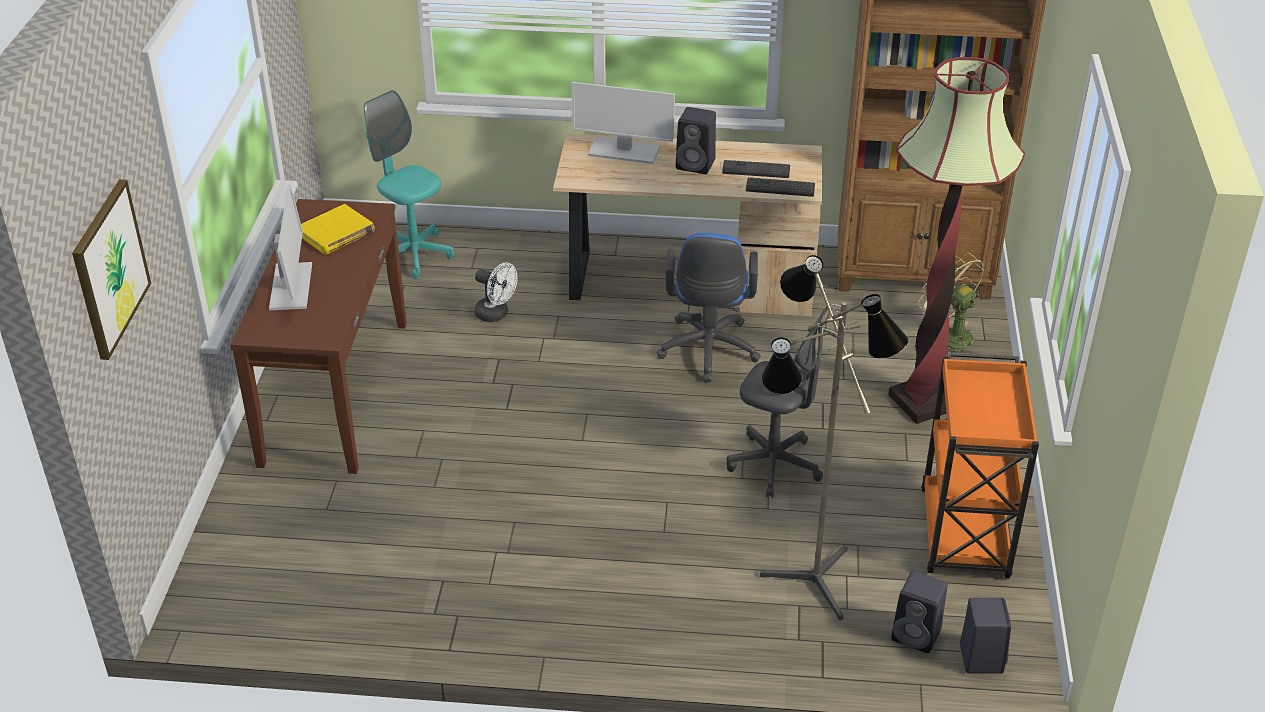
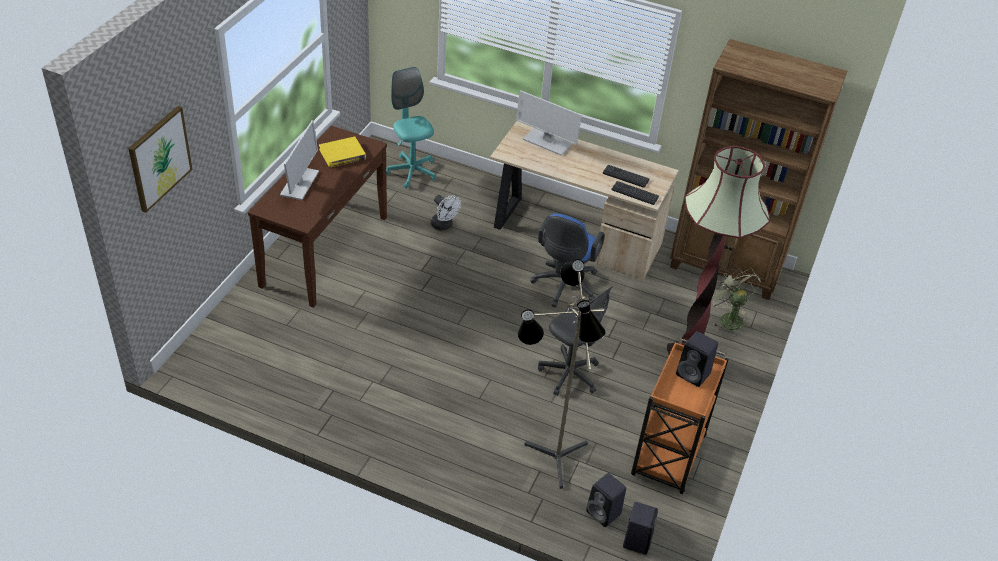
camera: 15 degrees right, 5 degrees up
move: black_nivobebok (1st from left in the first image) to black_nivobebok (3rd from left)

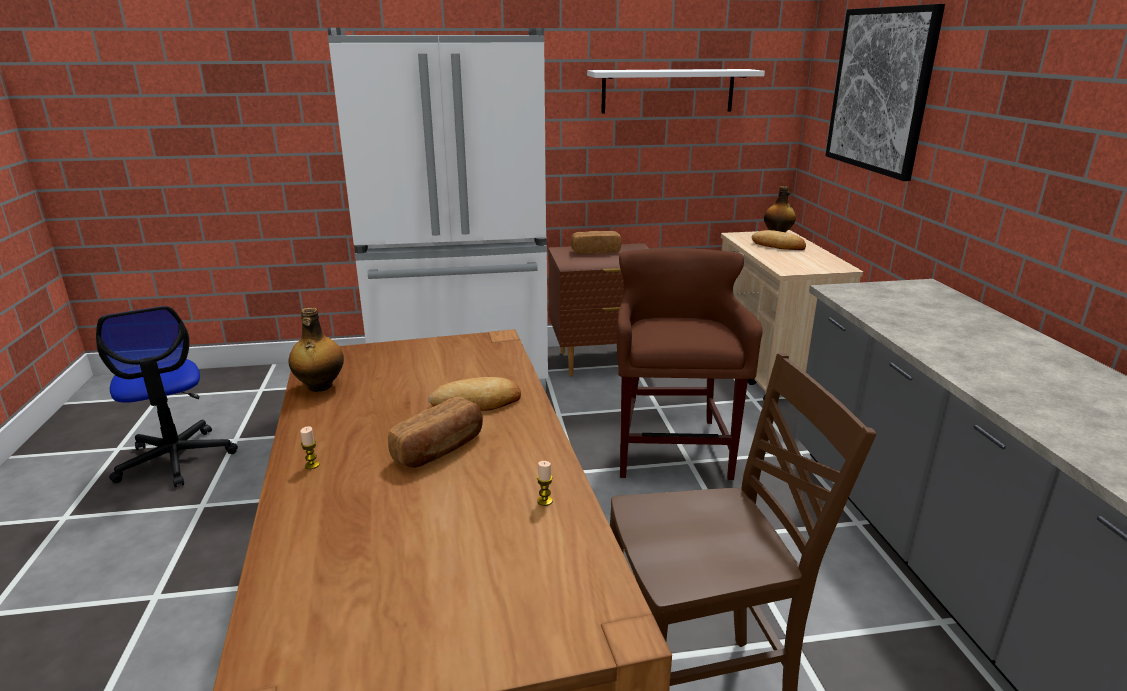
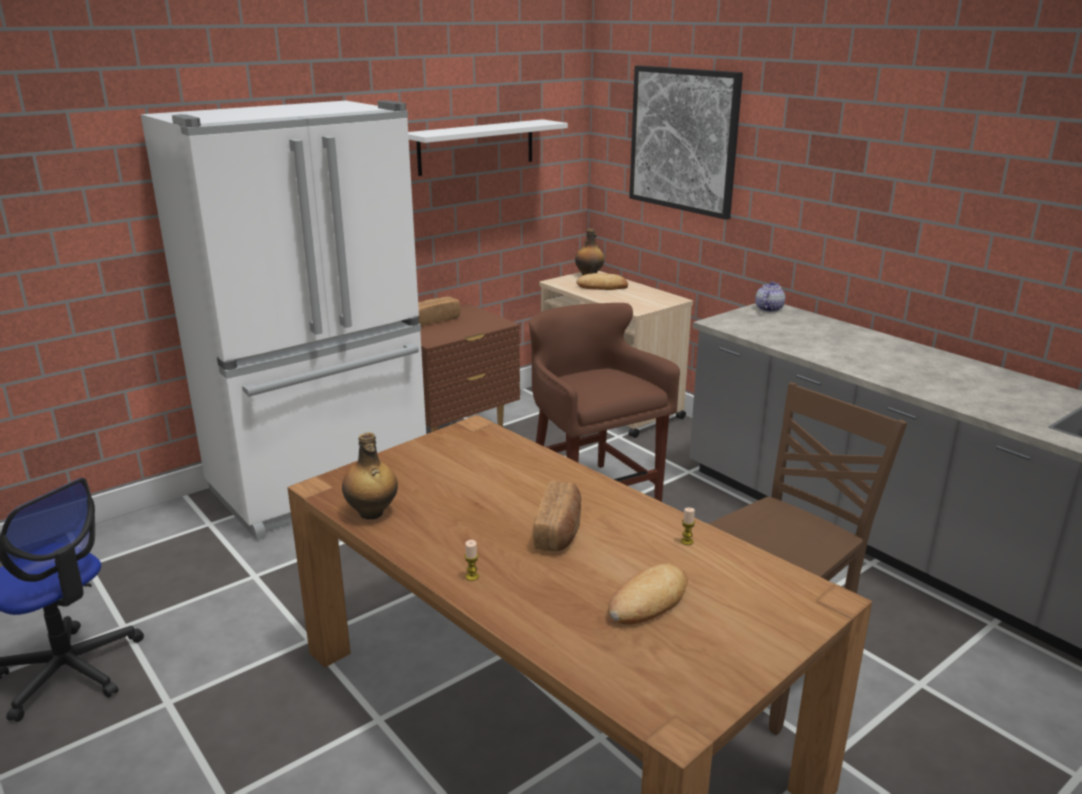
camera: 30 degrees left, 0 degrees up
insert: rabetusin
move: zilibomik (2nd from left in the first image) to zilibomik (4th from left)

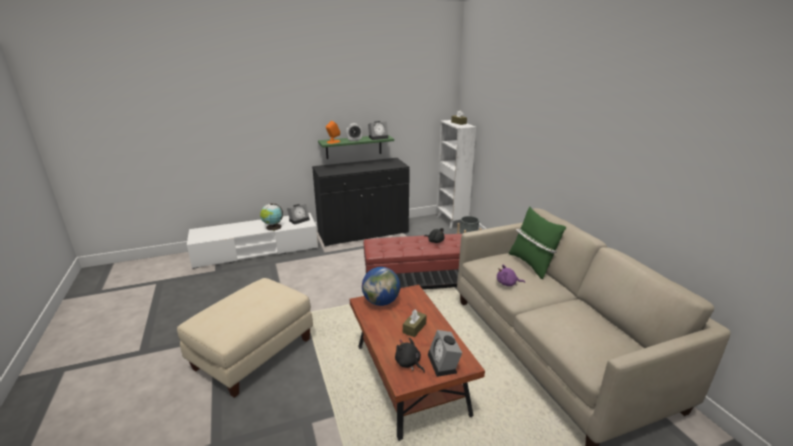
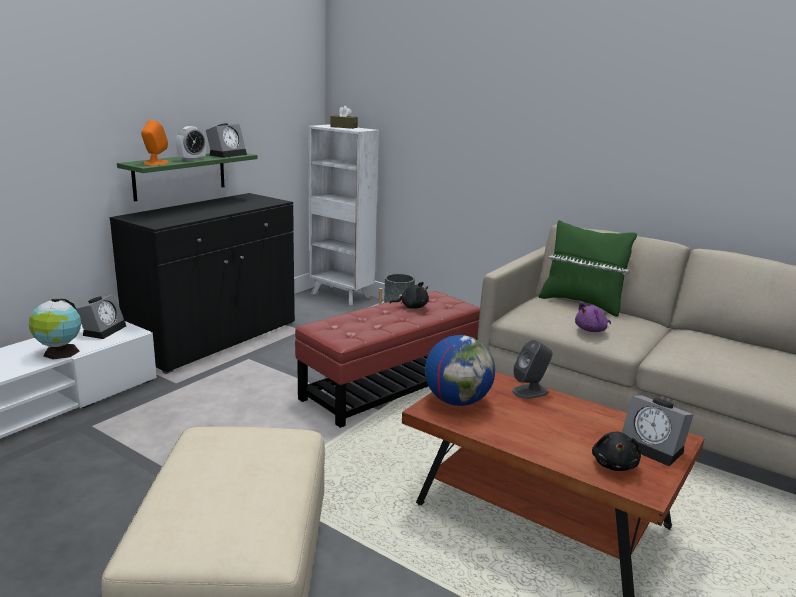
camera: 35 degrees left, 5 degrees down
delete: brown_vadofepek (1st from left)
insert: grey_nivobebok
rotate: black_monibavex (1st from left in the first image) 90 degrees counterclockwise

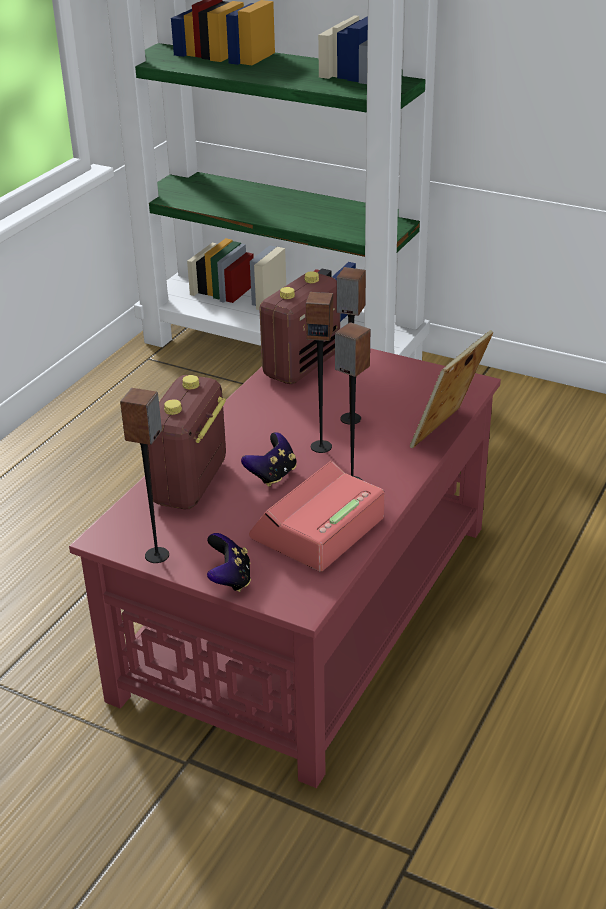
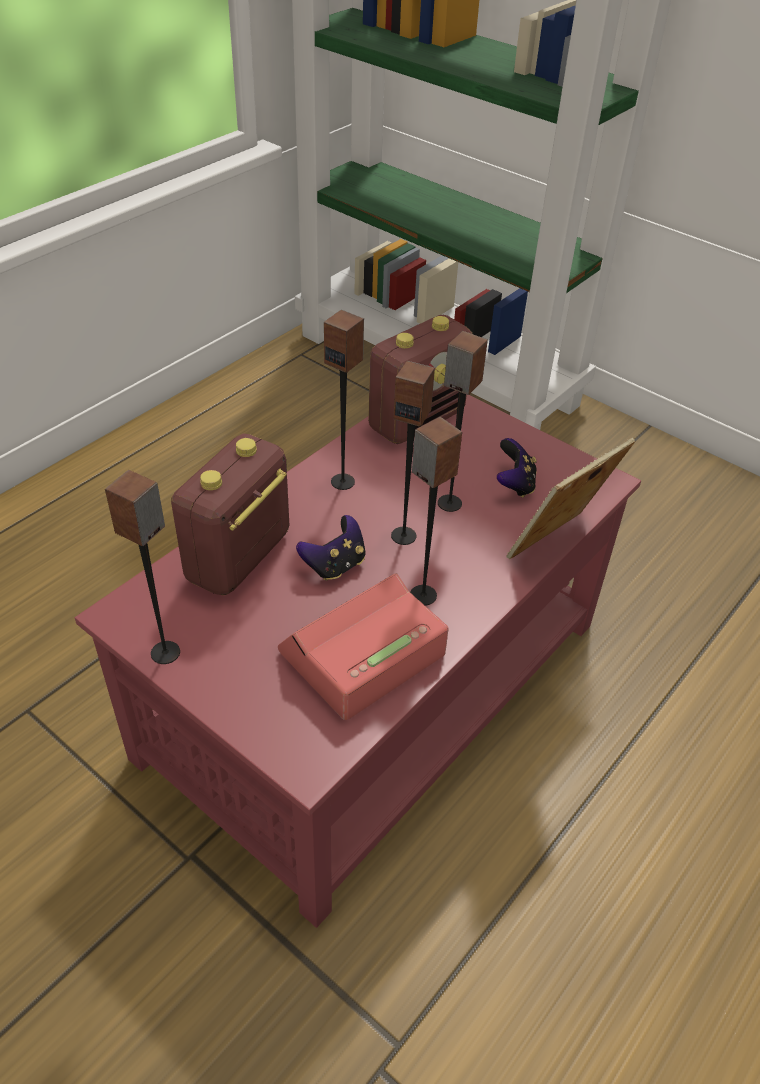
camera: 10 degrees right, 10 degrees up
insert: nivobebok (2nd from left)
move: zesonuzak (1st from left in the first image) to zesonuzak (2nd from left)

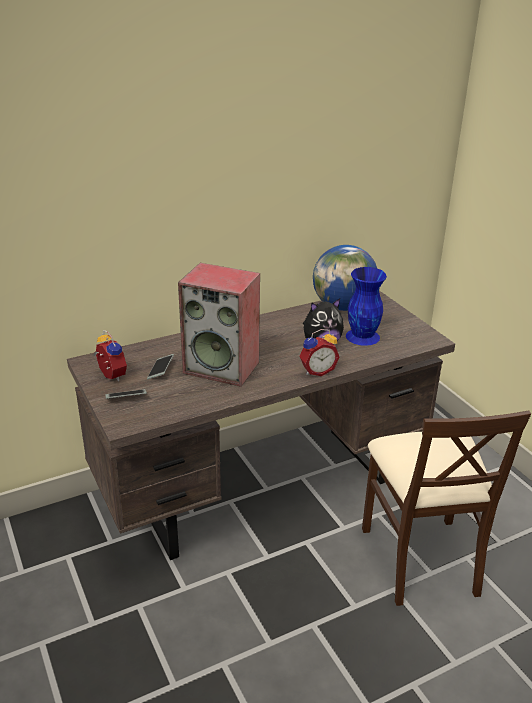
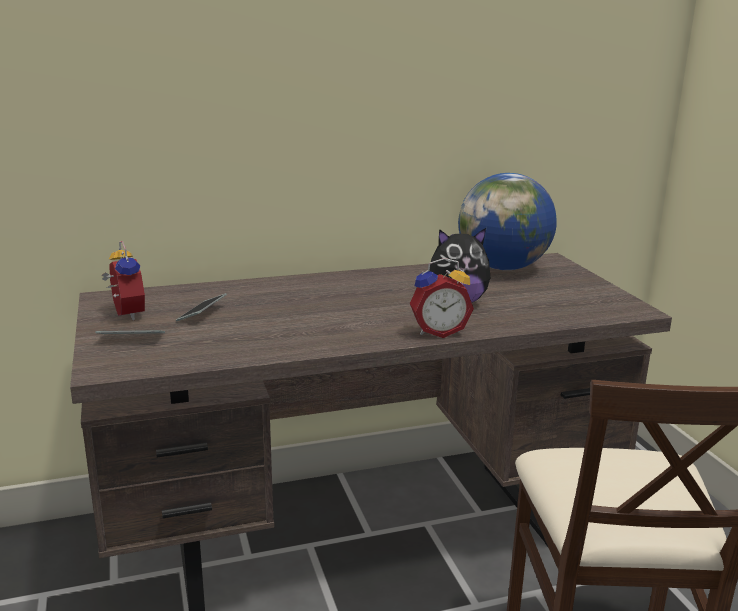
camera: 10 degrees right, 10 degrees down
delete: nivobebok; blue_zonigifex

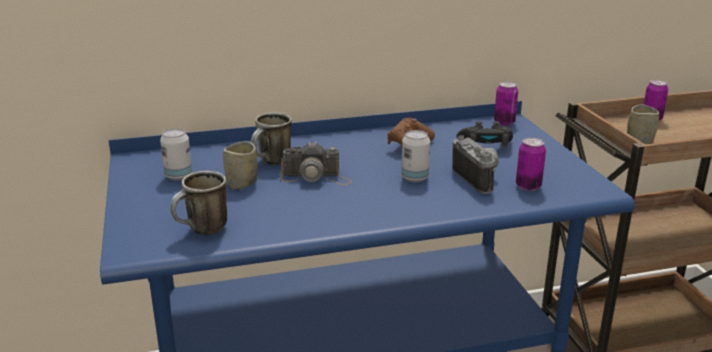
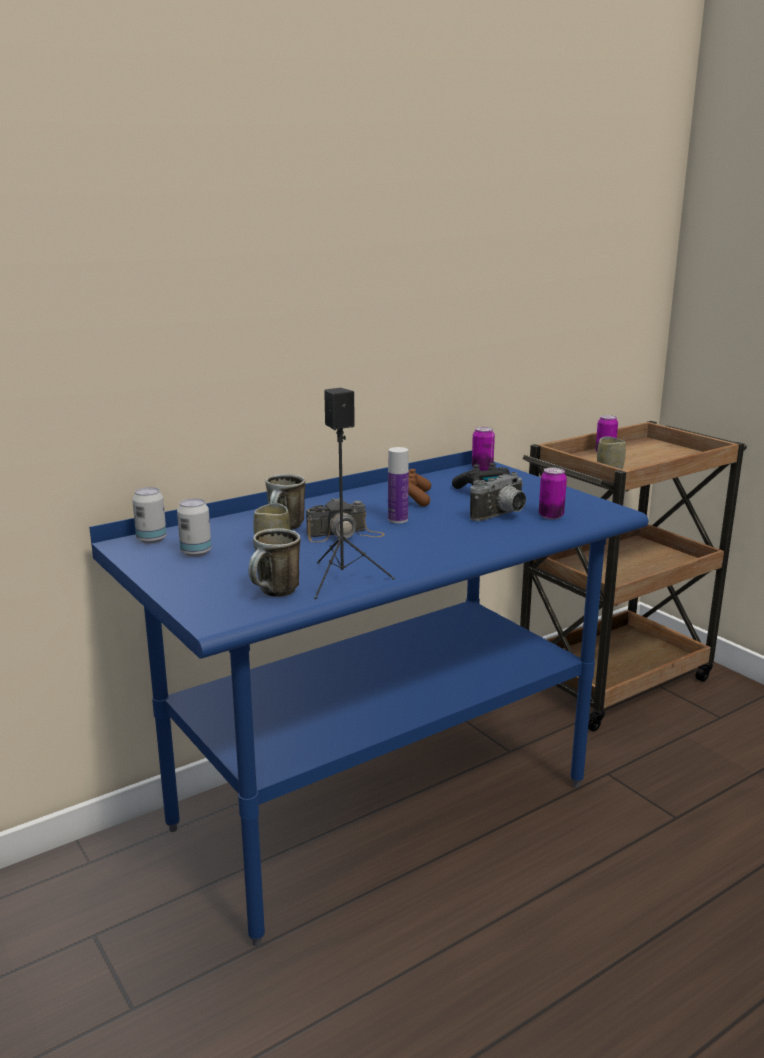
camera: 20 degrees left, 5 degrees down
insert: black_nivobebok; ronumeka
move: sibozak (2nd from left in the first image) to sibozak (1st from left)
rotate: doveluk (2nd from left) 90 degrees clockwise

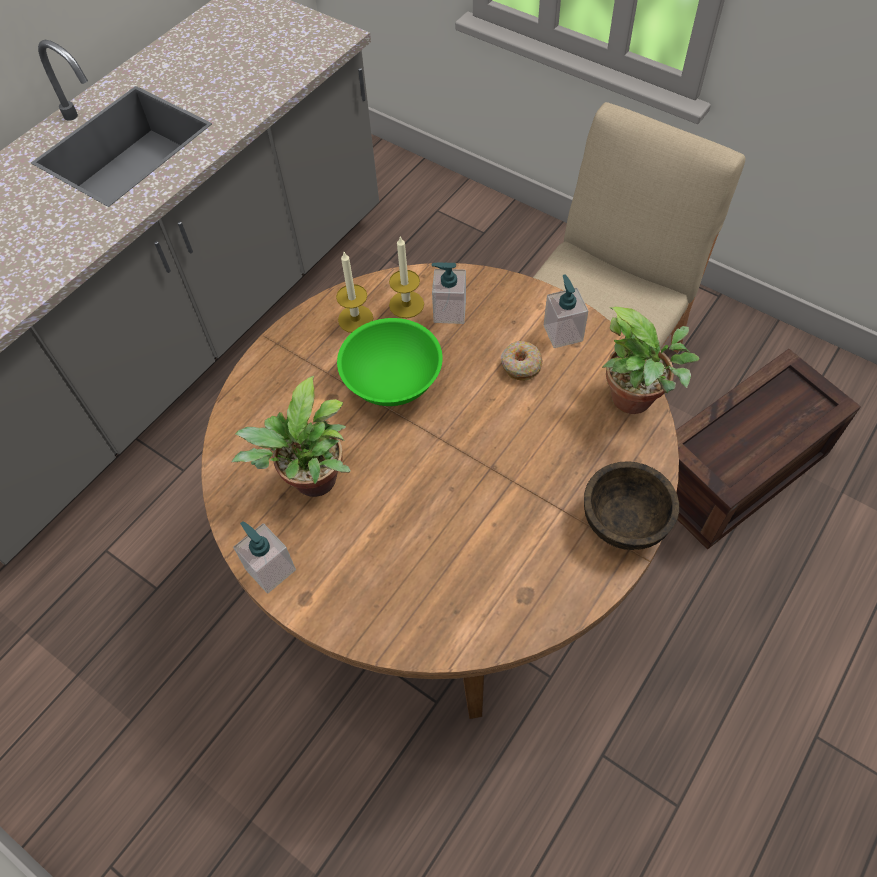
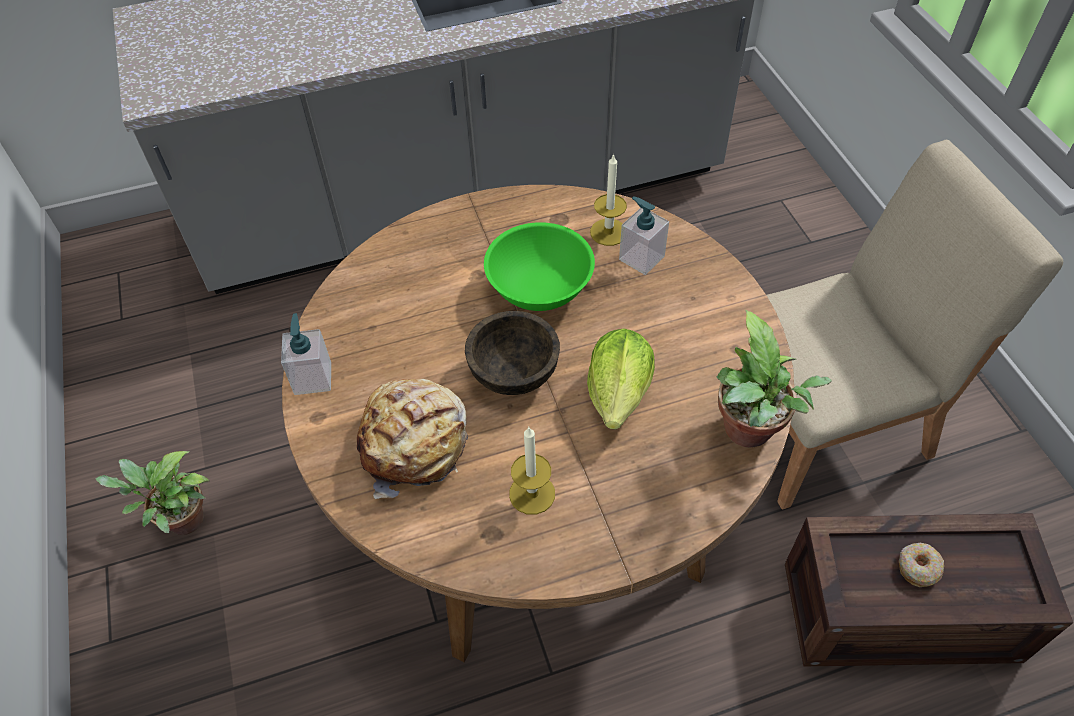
camera: 35 degrees right, 5 degrees down
delete: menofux (3rd from left)
insert: zilibomik; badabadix
move: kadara (1st from left); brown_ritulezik; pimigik (1st from left); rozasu

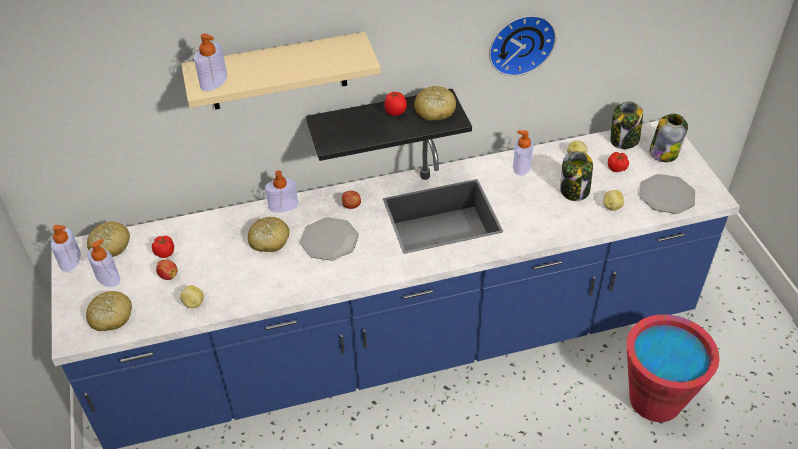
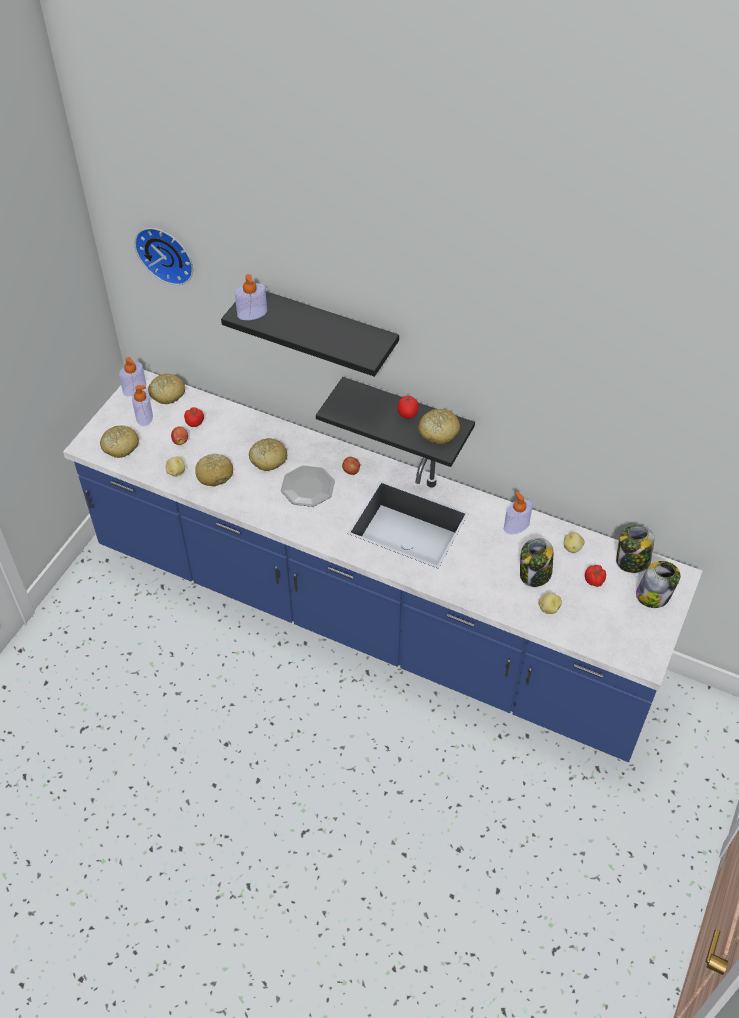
camera: 40 degrees right, 5 degrees up
delete: menofux (4th from left); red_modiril; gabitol (2nd from left)
insert: zilibomik (3rd from left)
move: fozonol
recolor: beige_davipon to black_davipon (1st from left)

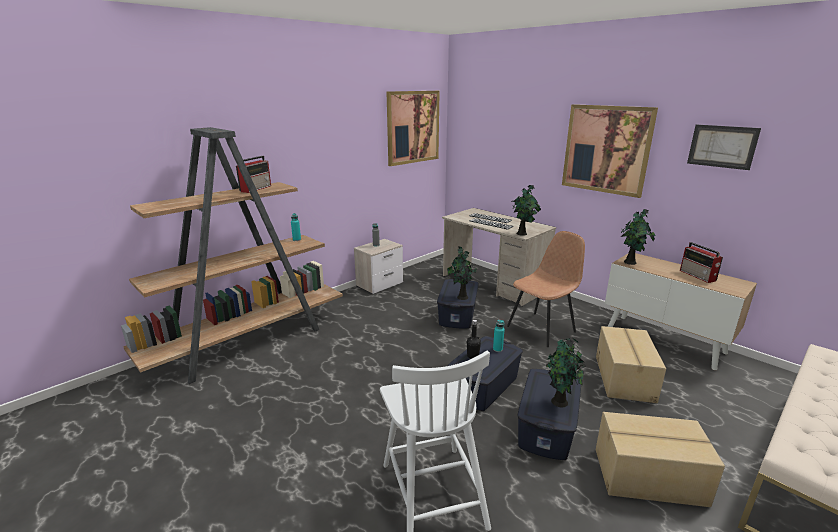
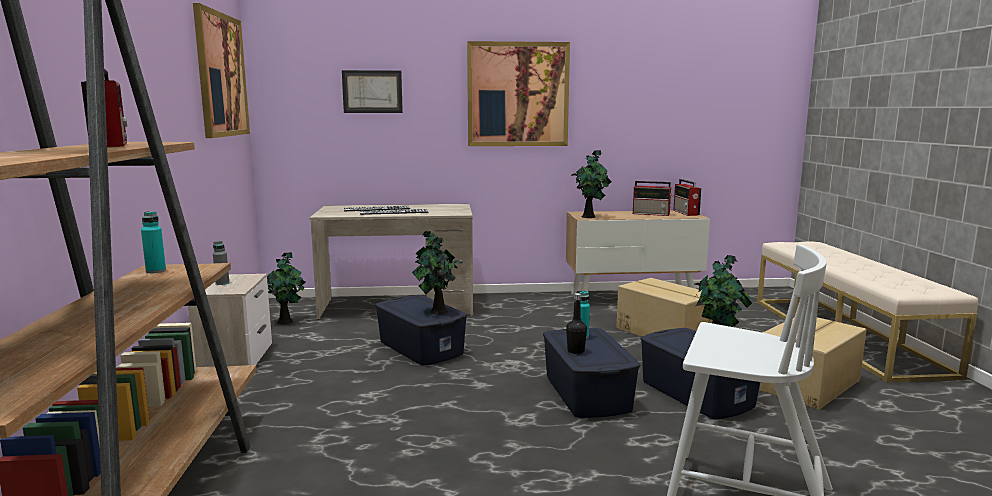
camera: 50 degrees left, 10 degrees down
delete: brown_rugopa
insert: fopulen (3rd from left)
move: kadara (2nd from left in the first image) to kadara (1st from left); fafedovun (3rd from left in the first image) to fafedovun (2nd from left)

